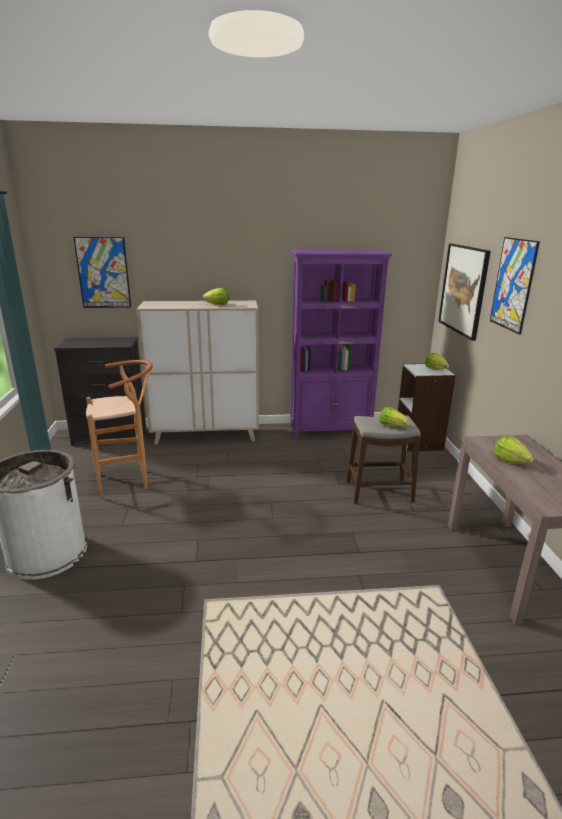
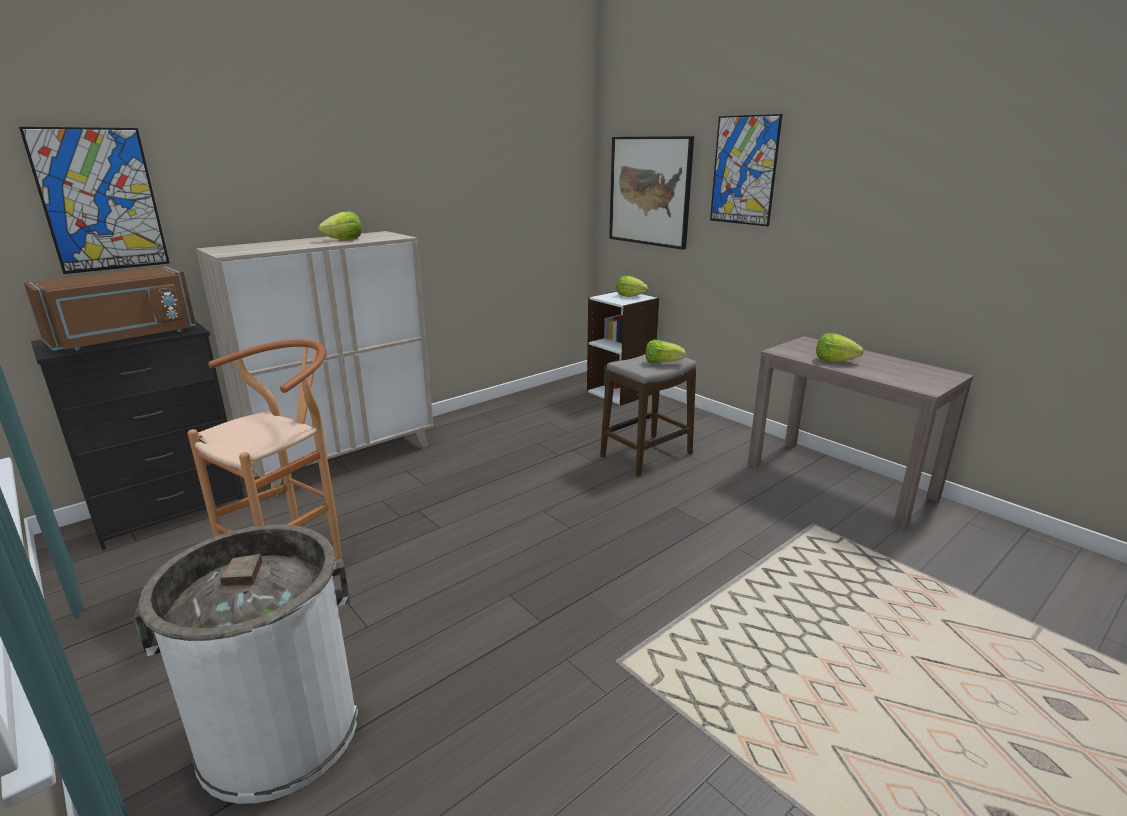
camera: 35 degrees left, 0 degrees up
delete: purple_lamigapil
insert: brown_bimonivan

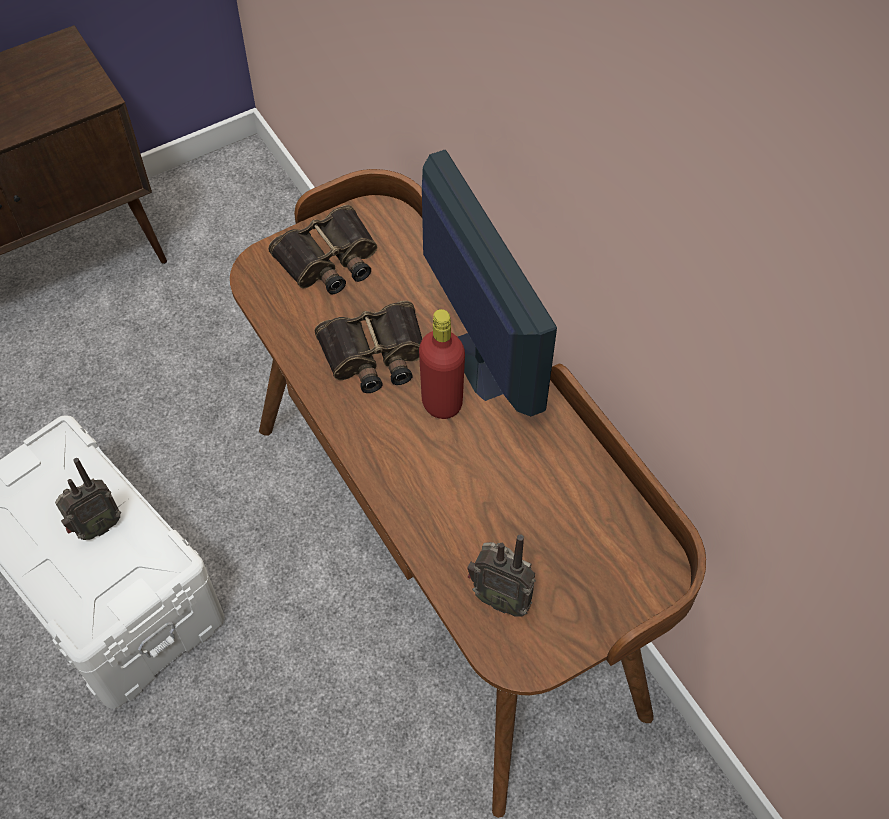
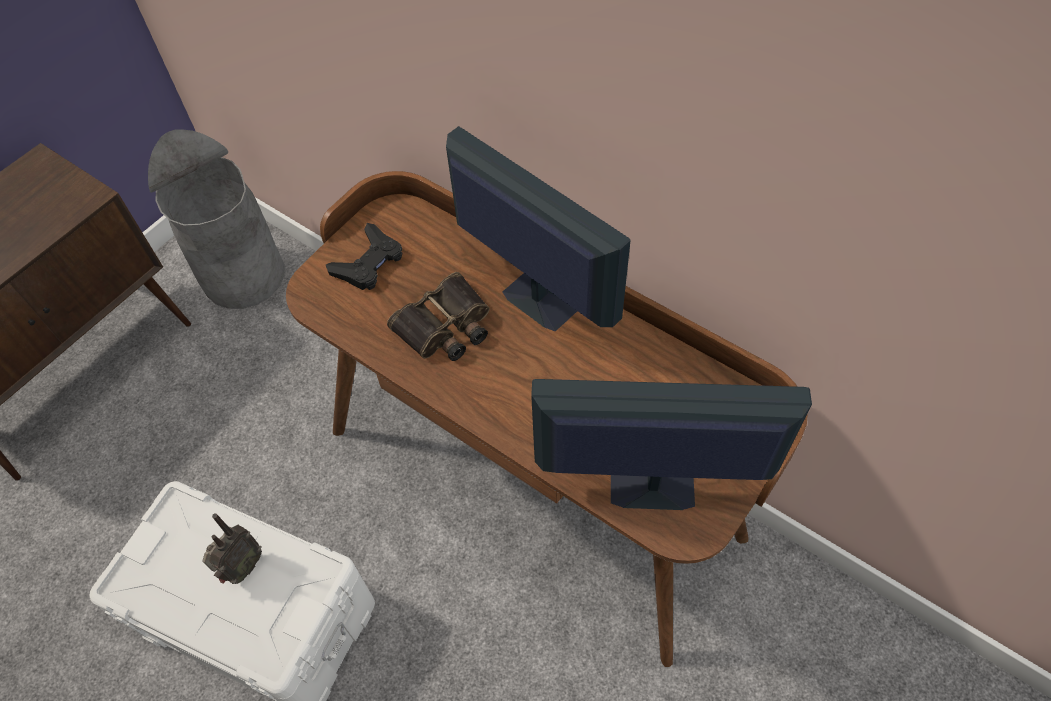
camera: 20 degrees left, 0 degrees up
delete: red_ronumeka
insert: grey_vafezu
replace: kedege (1st from left) to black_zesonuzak; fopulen (2nd from left) to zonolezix (2nd from left)

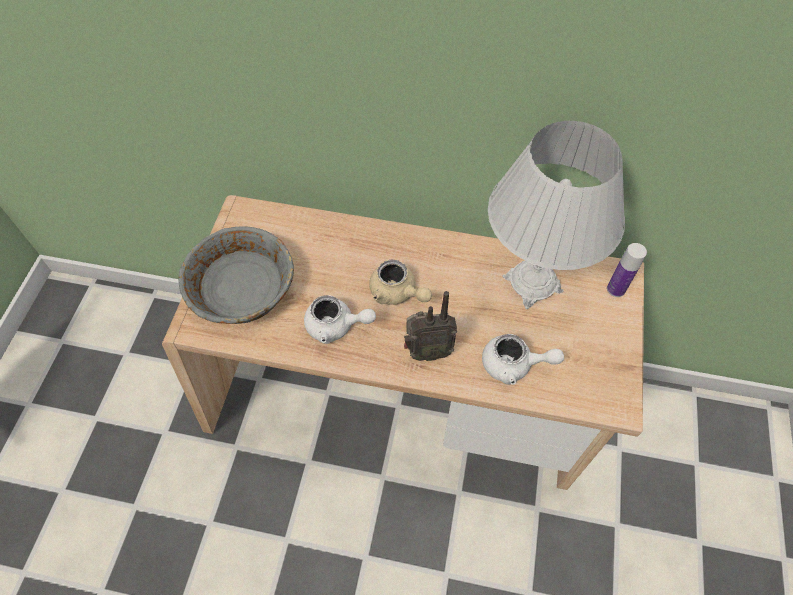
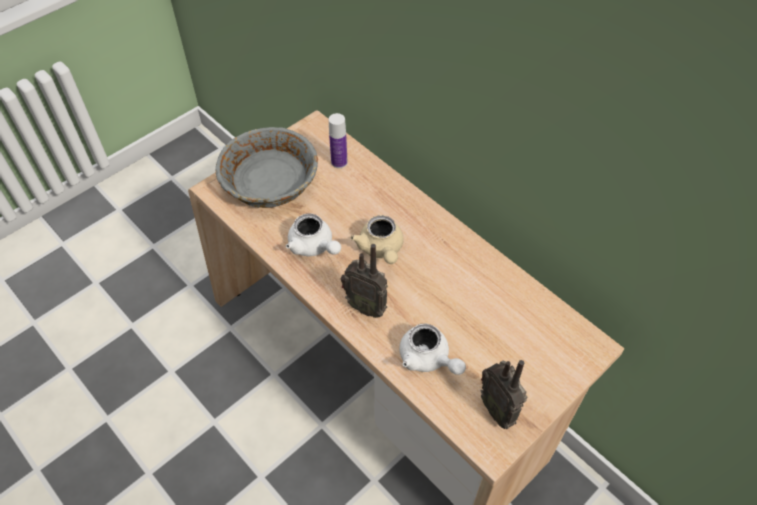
camera: 35 degrees right, 5 degrees down
delete: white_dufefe
insert: fopulen (2nd from left)
move: ronumeka

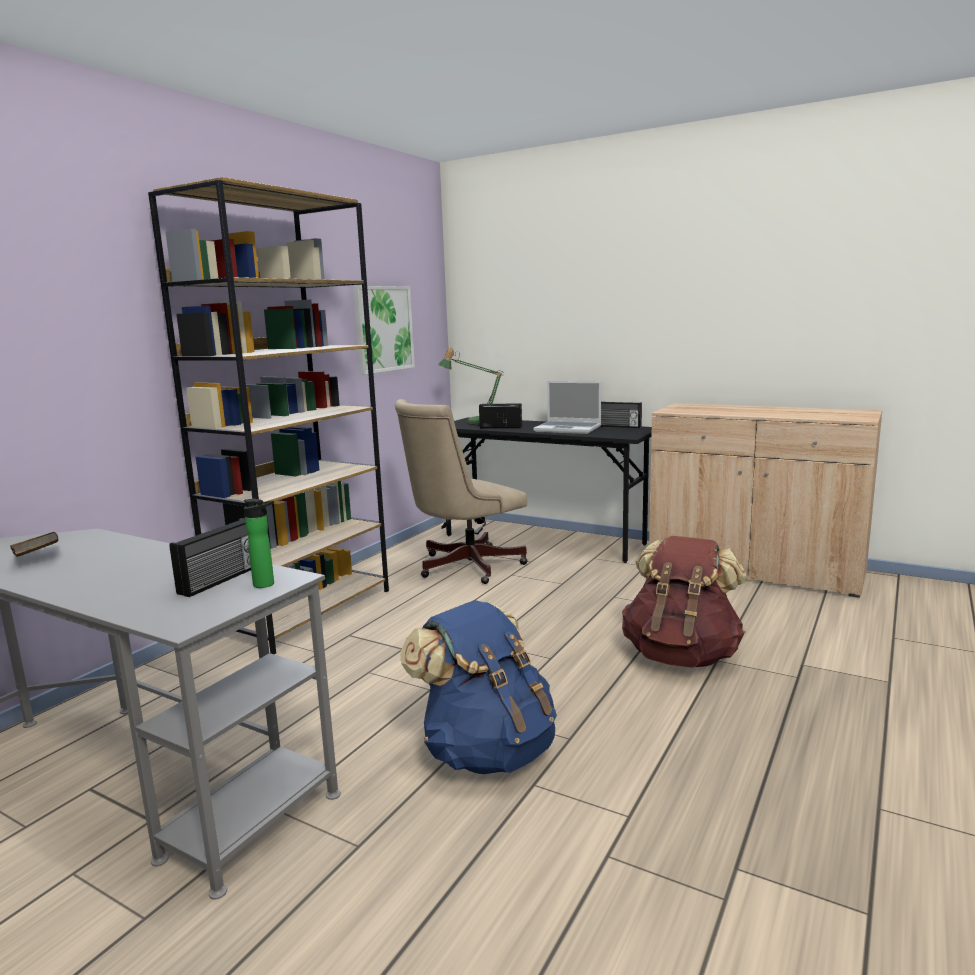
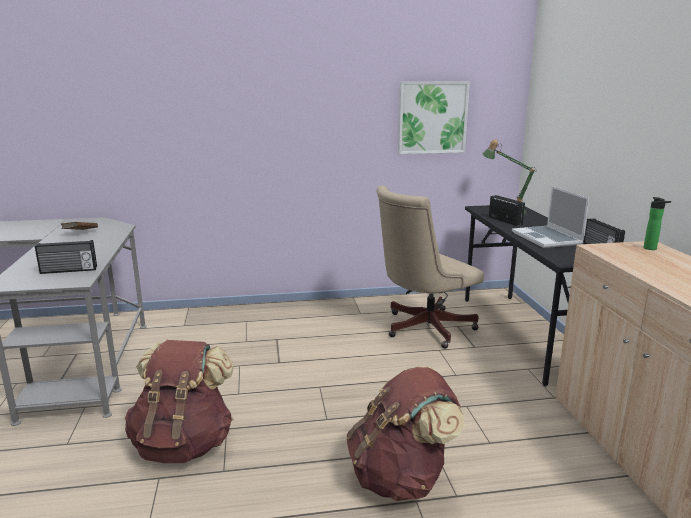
camera: 50 degrees right, 5 degrees up
delete: brown_lamigapil
move: ronumeka
recolor: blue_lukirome to brown_lukirome (1st from left)
rotate: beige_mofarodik 45 degrees counterclockwise

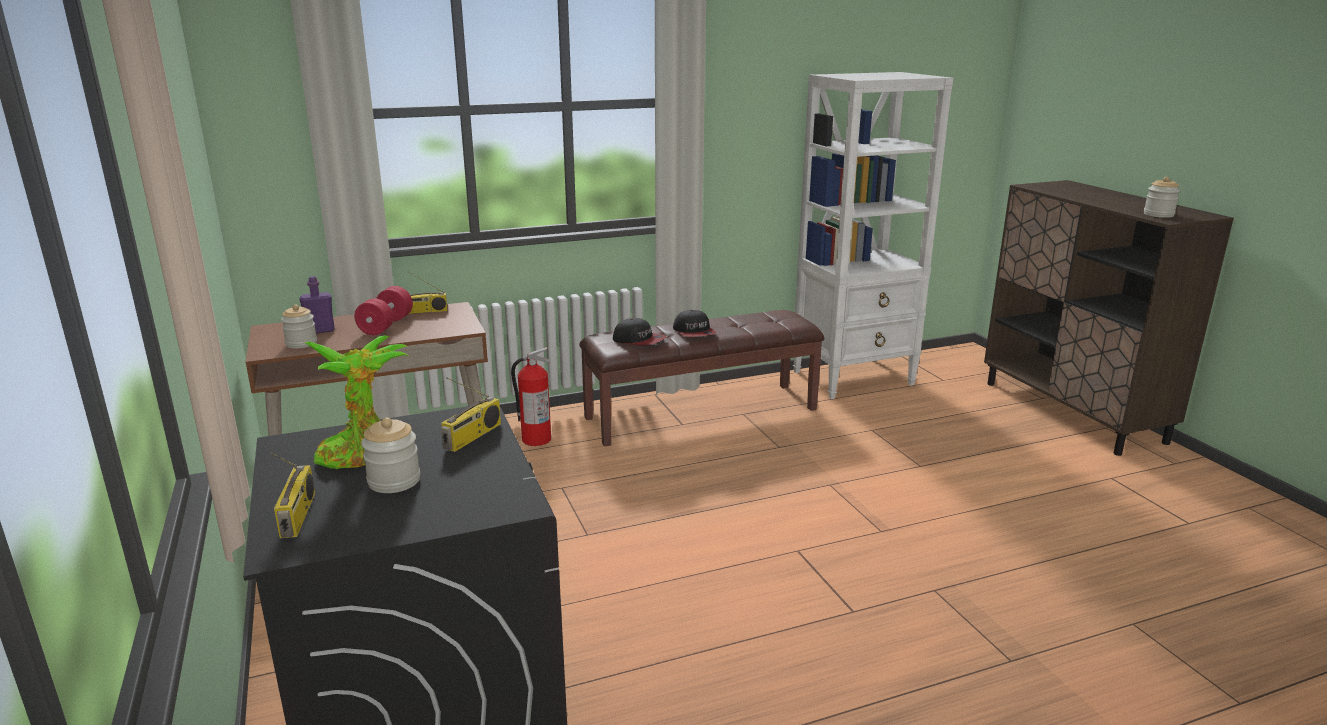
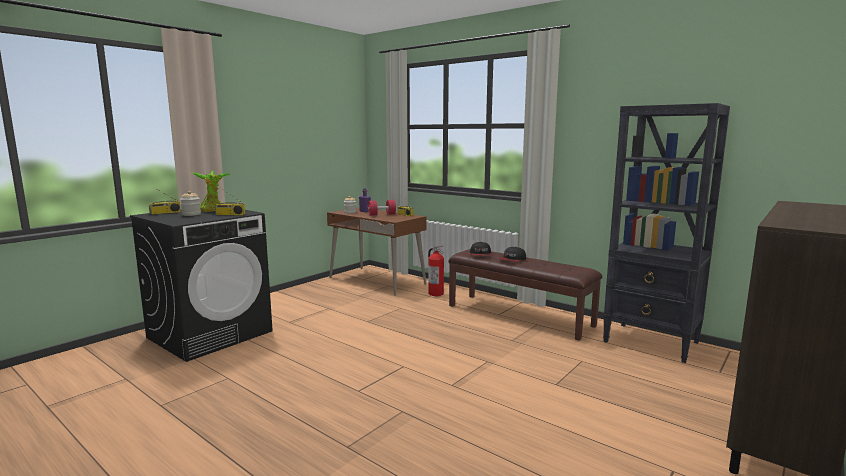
camera: 60 degrees right, 10 degrees down
delete: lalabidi (3rd from left)
recolor: white_lamigapil to black_lamigapil

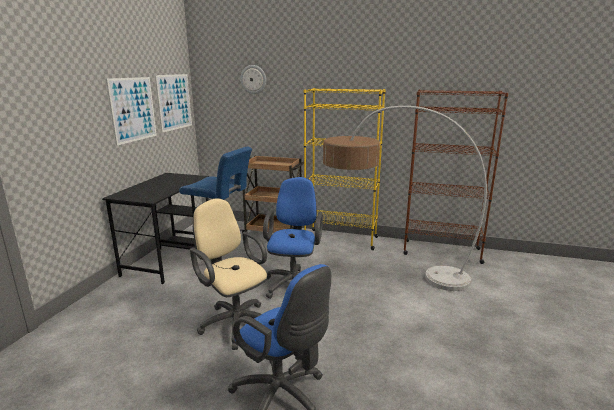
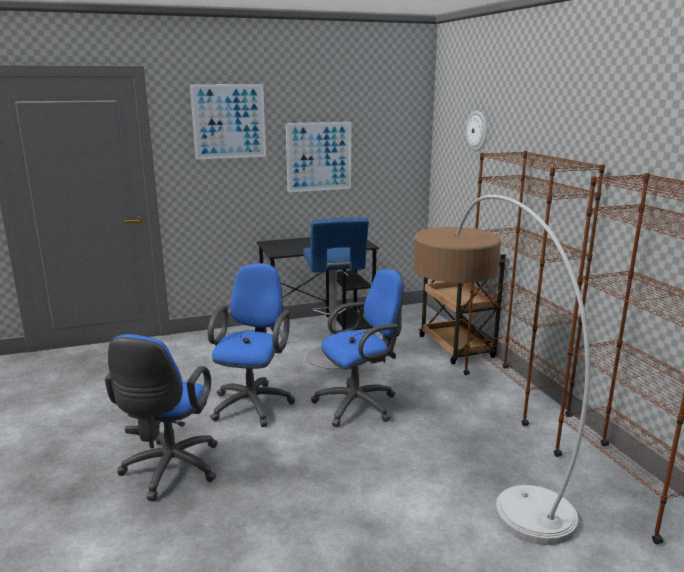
camera: 55 degrees right, 0 degrees up
move: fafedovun (2nd from left in the first image) to fafedovun (1st from left)
recolor: beige_mofarodik to blue_mofarodik (2nd from left); yellow_lamigapil to brown_lamigapil (1st from left)

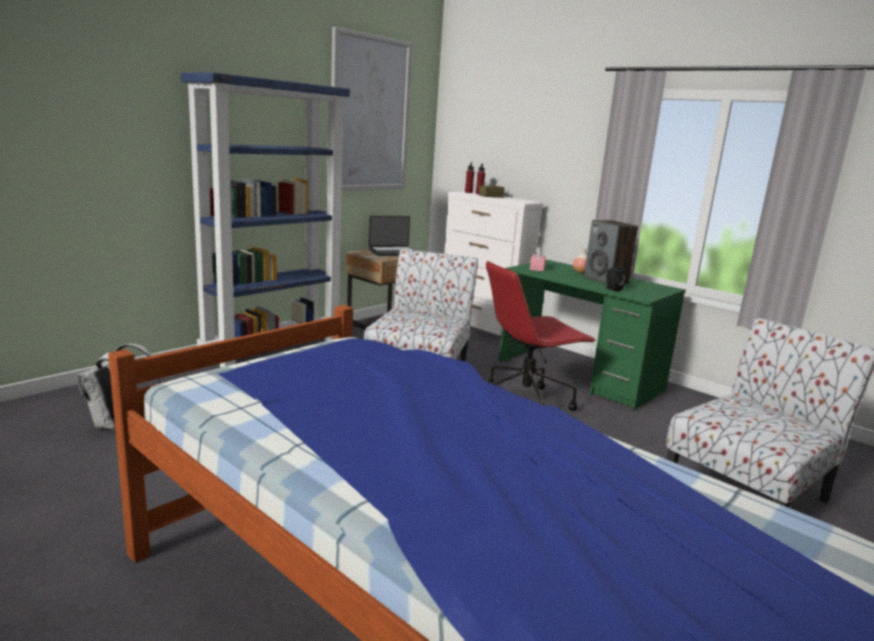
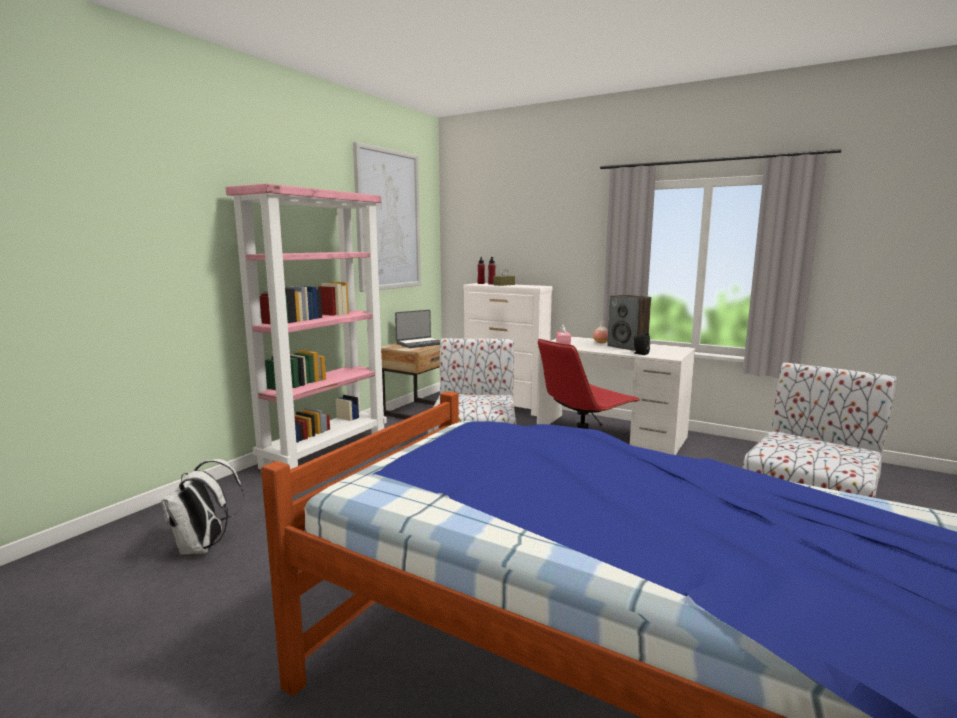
camera: 10 degrees left, 5 degrees down
recolor: blue_lamigapil to pink_lamigapil; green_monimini to white_monimini

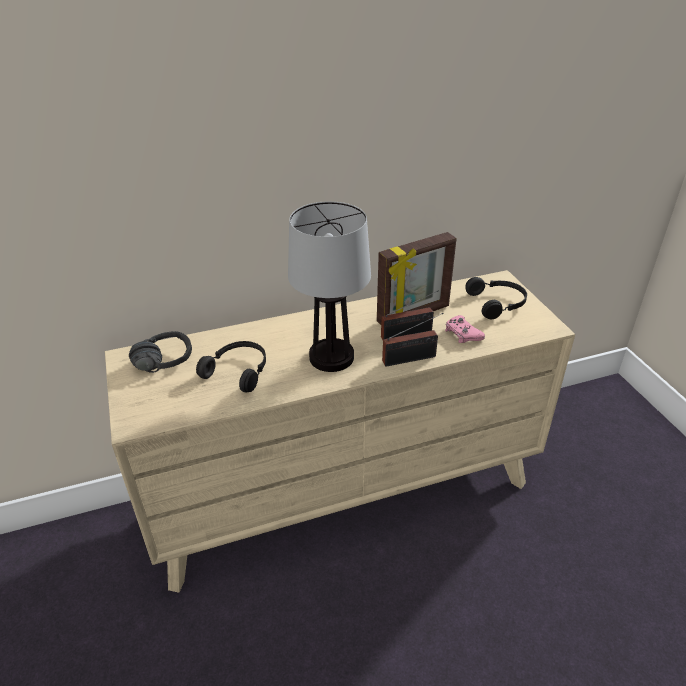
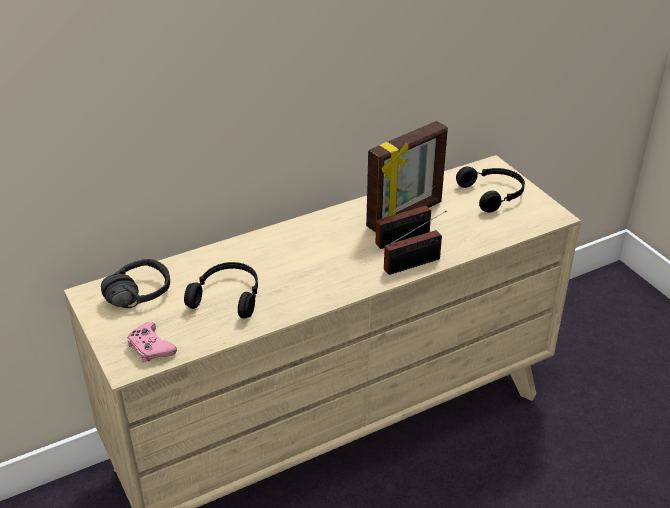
camera: 10 degrees left, 0 degrees up
delete: dufefe
move: pink_zesonuzak

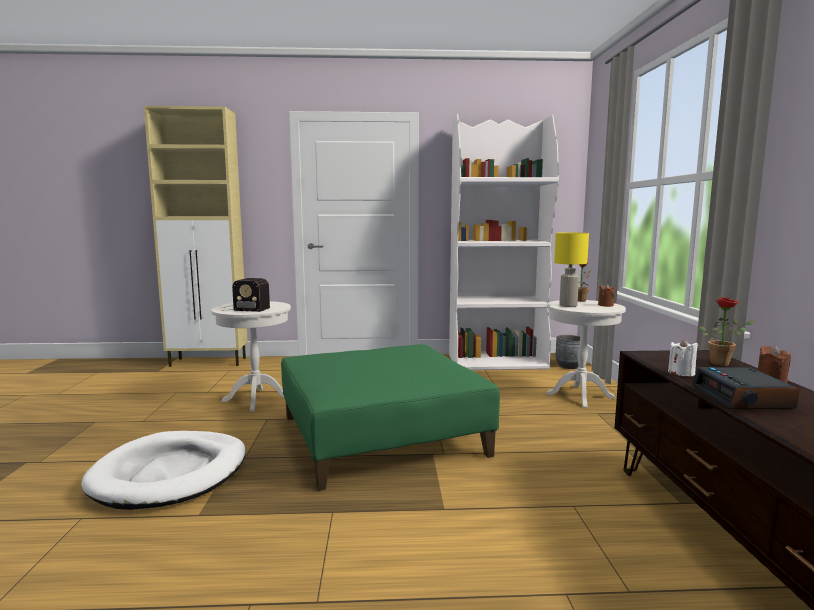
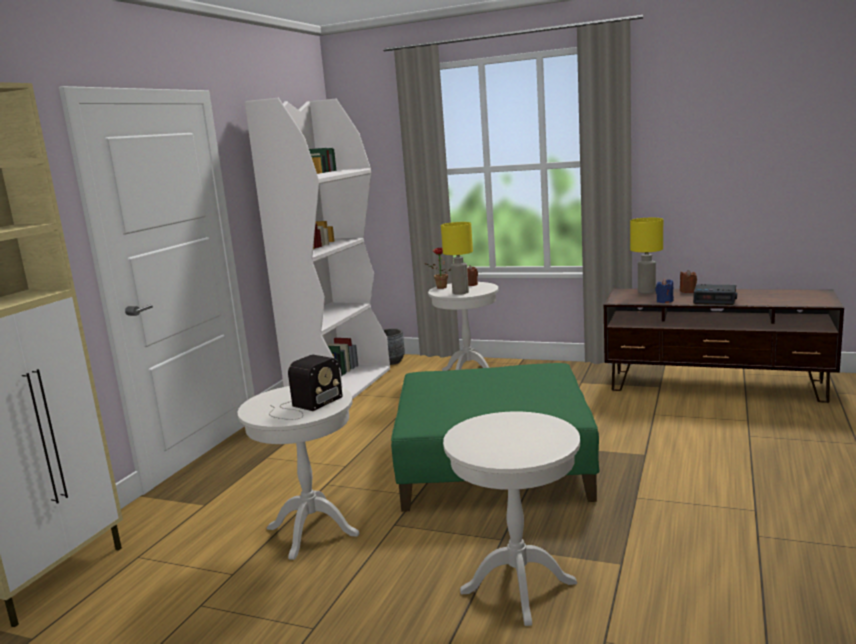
camera: 65 degrees left, 5 degrees up
replace: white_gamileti to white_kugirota (3rd from left); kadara (2nd from left) to yellow_dufefe (2nd from left)
recolor: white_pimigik to blue_pimigik

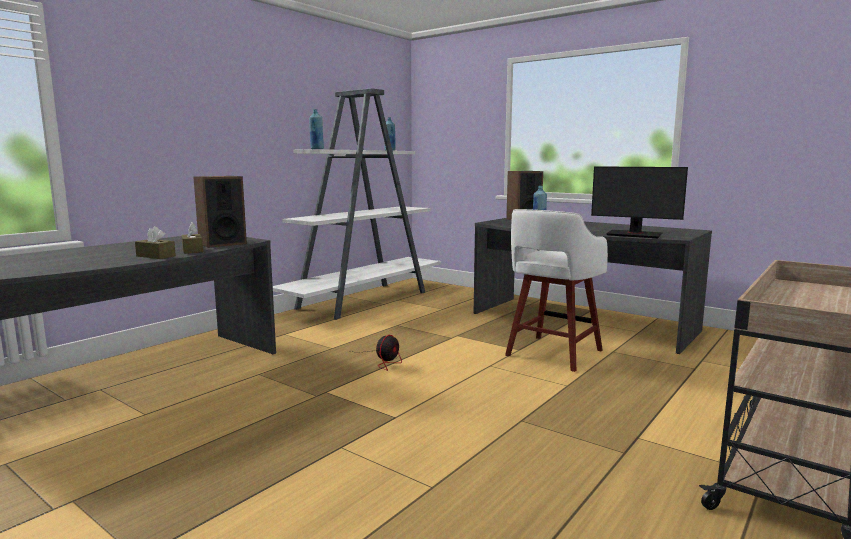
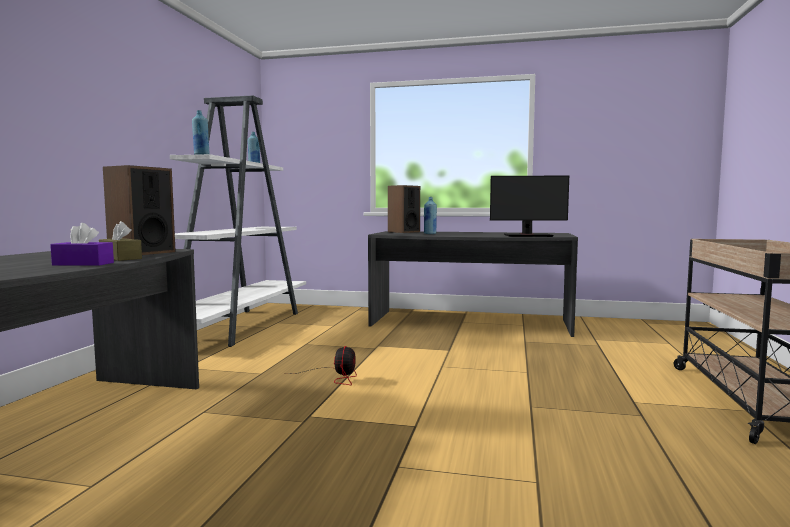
camera: 25 degrees left, 5 degrees down
delete: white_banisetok
recolor: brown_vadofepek (1st from left) to purple_vadofepek

